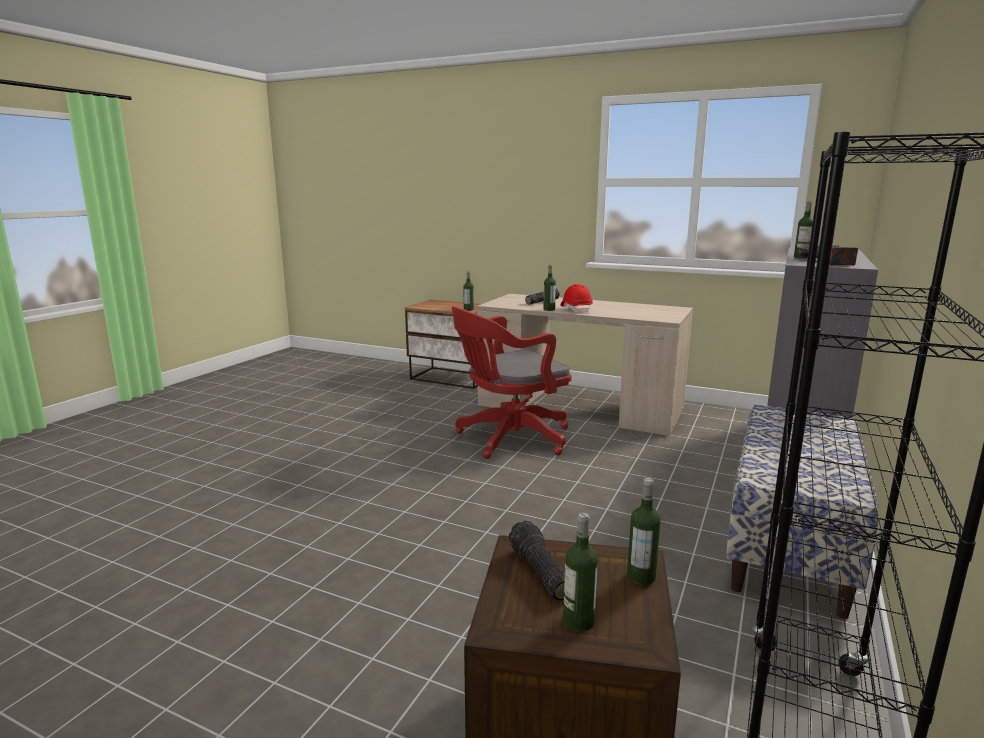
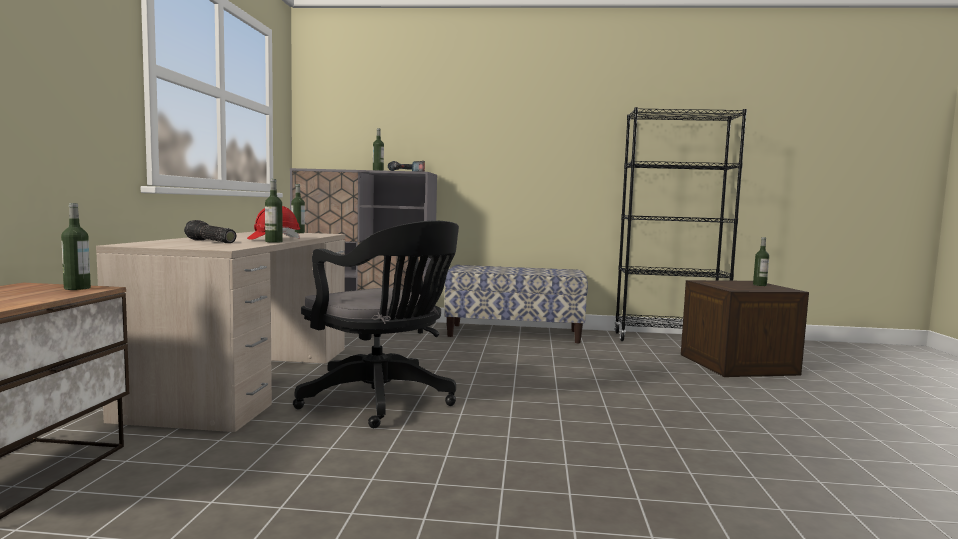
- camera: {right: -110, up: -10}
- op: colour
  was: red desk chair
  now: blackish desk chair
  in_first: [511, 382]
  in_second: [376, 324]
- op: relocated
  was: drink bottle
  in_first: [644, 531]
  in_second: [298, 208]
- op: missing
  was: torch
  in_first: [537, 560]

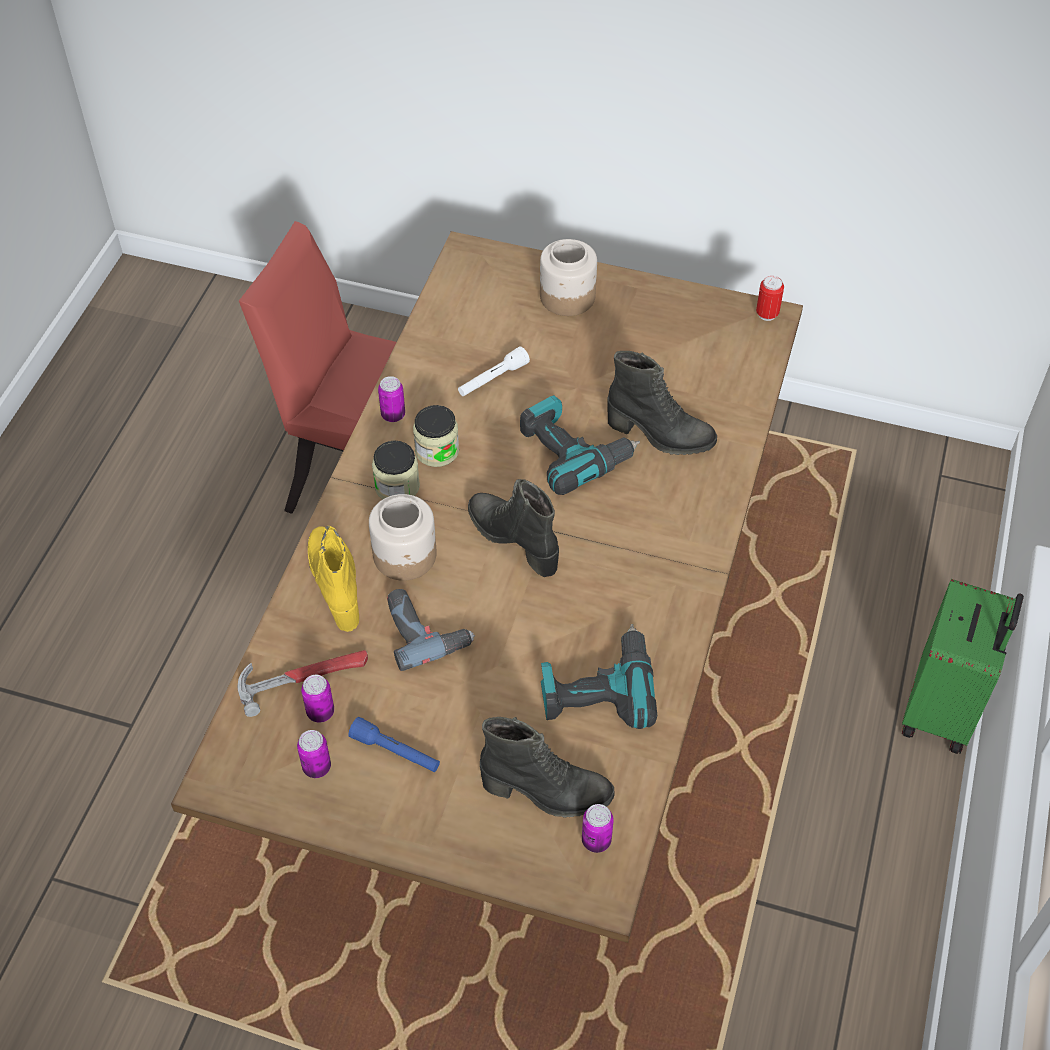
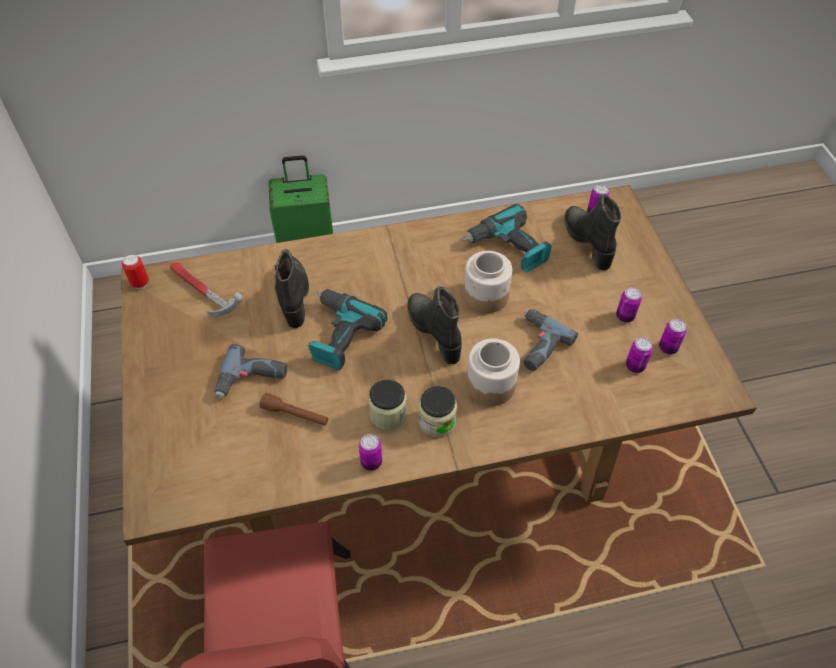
- camera: {right: -120, up: 0}
- op: relocated
  was: preserve jar
  in_first: [568, 277]
  in_second: [488, 282]
- op: colour
  was: whitish torch
  now: brownish torch
  in_first: [494, 371]
  in_second: [294, 409]
- op: spun
  was: blackish high-top boot
  in_first: [513, 528]
  in_second: [434, 325]
  clockwise: 135
- op: missing
  was: yellow-coloured high-top boot
  in_first: [333, 579]
- op: relocated
  was: tool hammer
  in_first: [303, 683]
  in_second: [206, 289]
- op: exchanged
  was: blue-coloured torch
  now: metal can
  in_first: [394, 744]
  in_second: [629, 304]
- op: appeared
  now: power drill
  in_second: [250, 371]

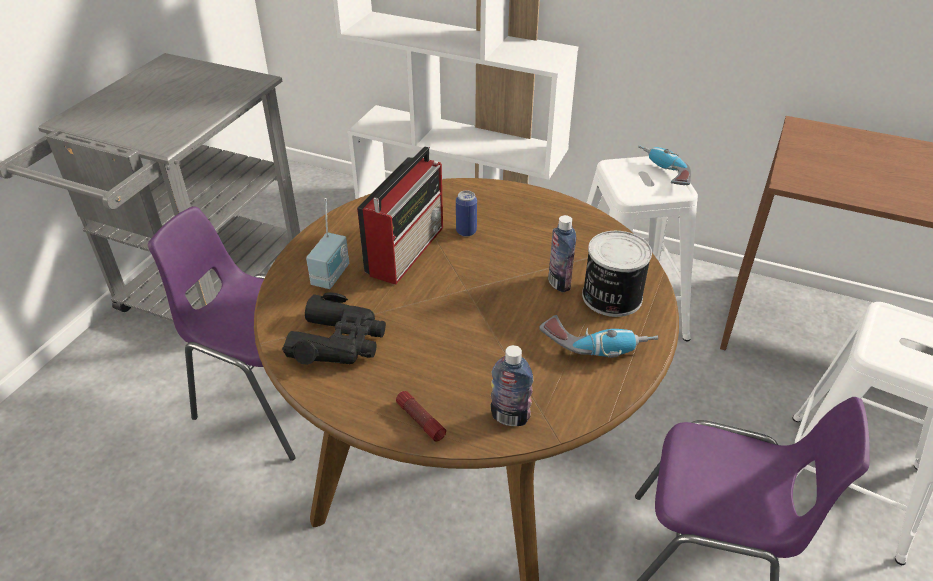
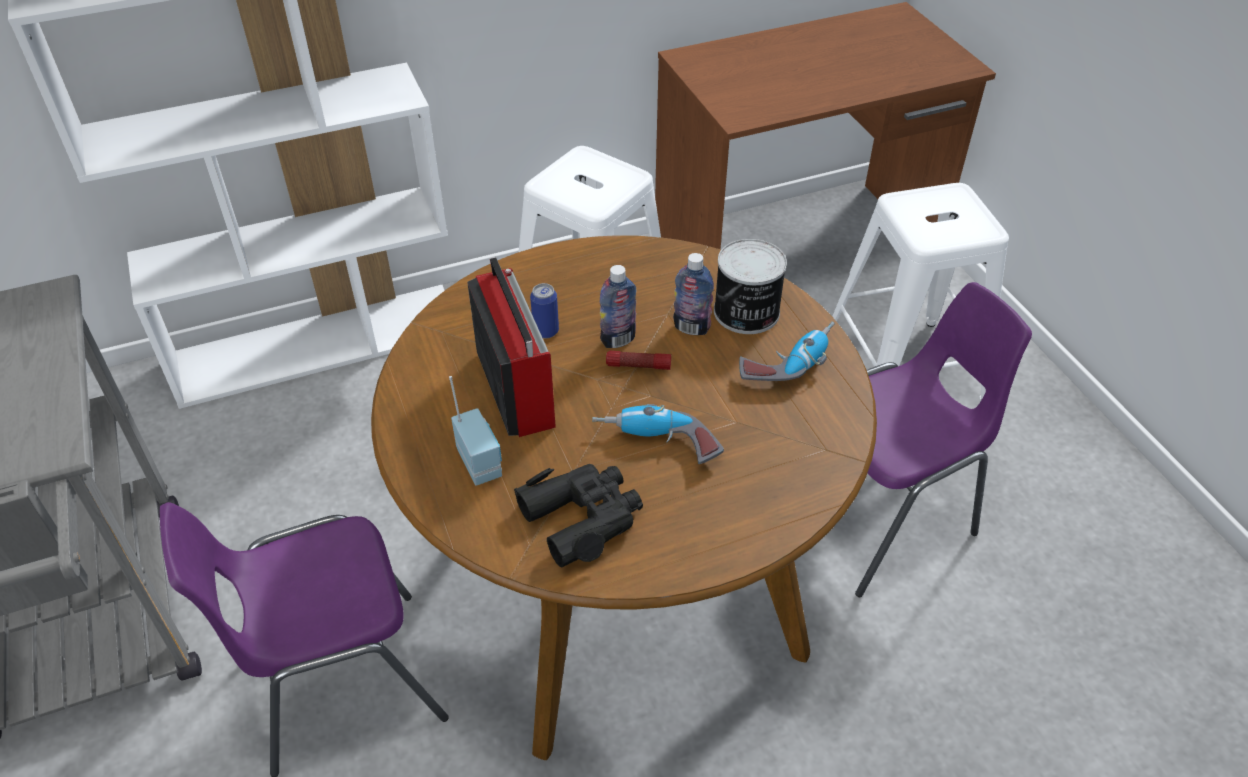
- camera: {right: -45, up: 5}
- op: relocated
  was: power drill
  in_first: [664, 165]
  in_second: [658, 434]
- op: relocated
  was: drink bottle
  in_first: [512, 385]
  in_second: [618, 306]
- op: relocated
  was: torch
  in_first: [421, 416]
  in_second: [638, 360]

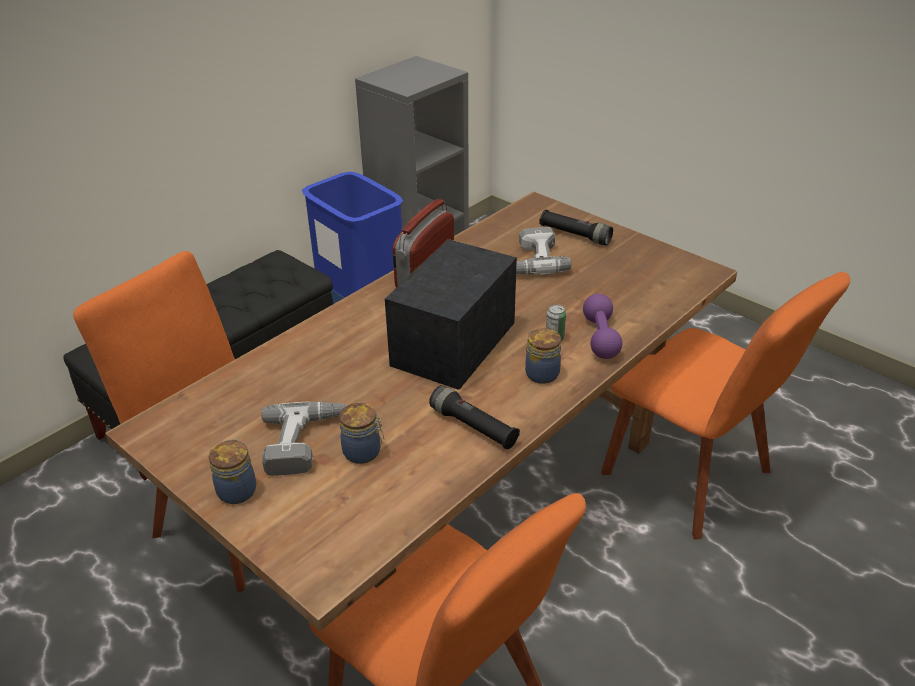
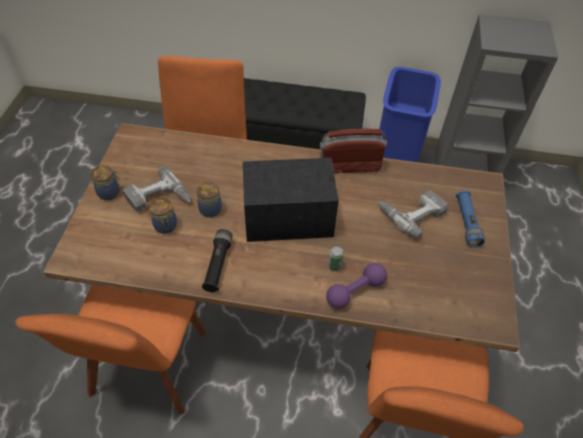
- camera: {right: 55, up: 15}
- op: colour
  was: blackish torch
  now: blue-coloured torch
  in_first: [576, 227]
  in_second: [470, 219]
- op: relocated
  was: preserve jar
  in_first: [543, 356]
  in_second: [209, 199]

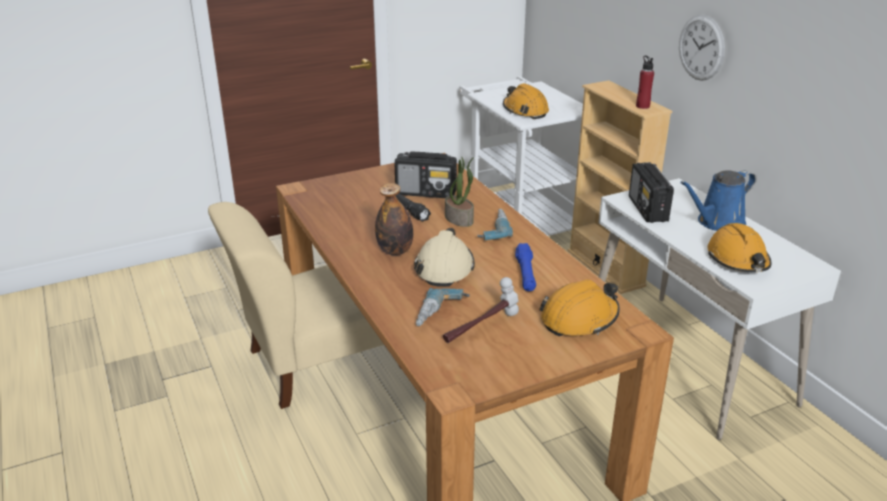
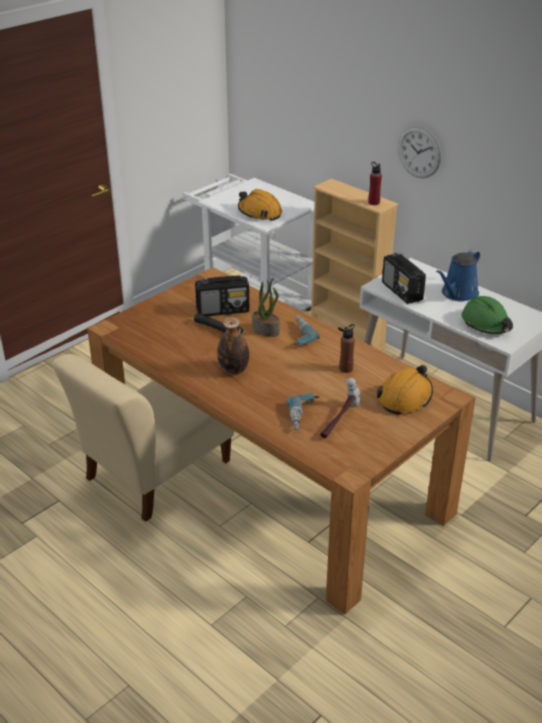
- camera: {right: -20, up: 5}
- op: colour
  was: orange hard hat
  now: greenish hard hat
  in_first: [739, 247]
  in_second: [487, 315]
- op: missing
  was: sand-coloured hard hat
  in_first: [444, 257]
- op: exchanged
  was: blue-coloured torch
  now: brownish drink bottle
  in_first: [525, 267]
  in_second: [347, 348]

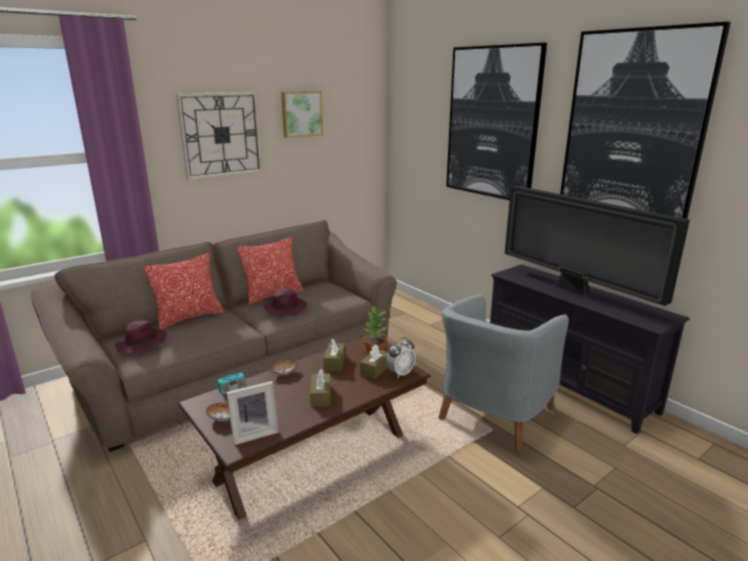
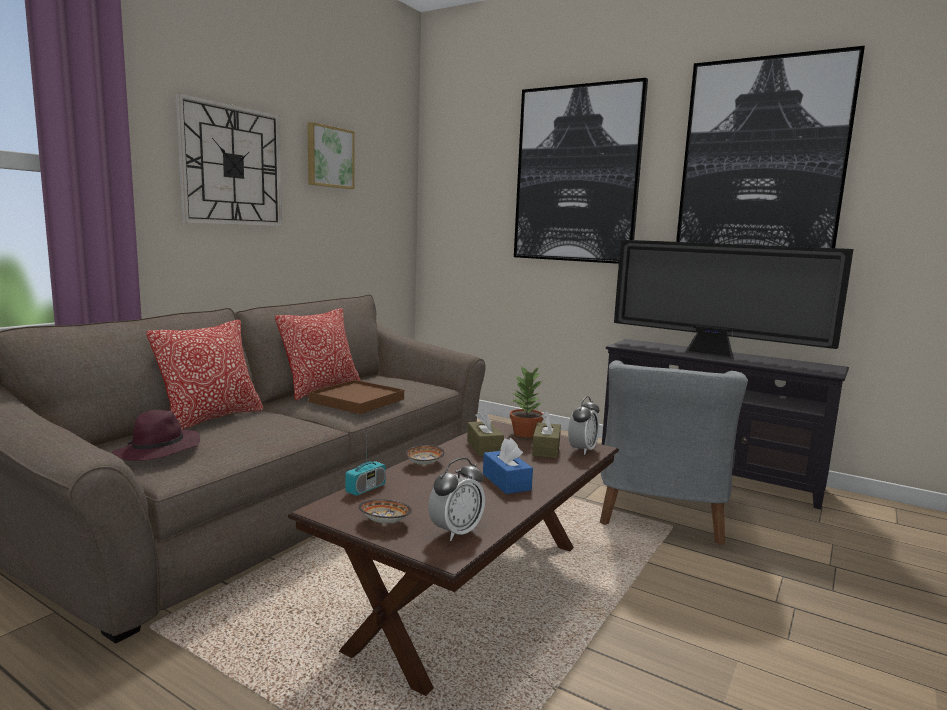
- camera: {right: -20, up: -10}
- op: exchanged
  was: purple hat
  now: brownish serving tray
  in_first: [285, 302]
  in_second: [356, 397]
- op: colour
  was: brownish box of tissues
  now: blue-coloured box of tissues
  in_first: [320, 388]
  in_second: [508, 466]
- op: exchanged
  was: standing frame
  now: alarm clock
  in_first: [252, 413]
  in_second: [456, 499]

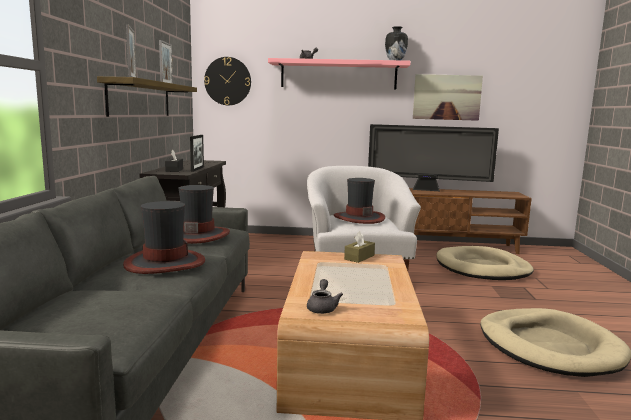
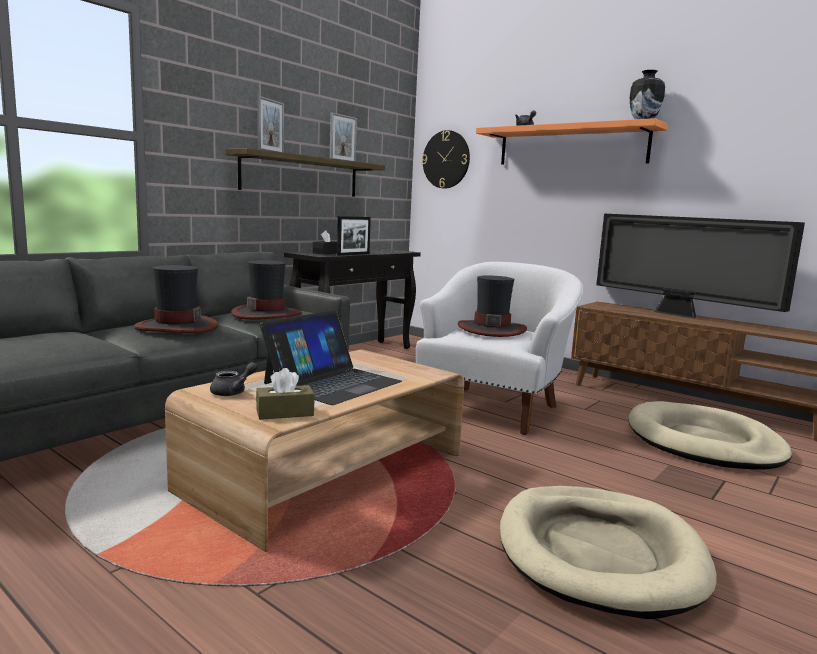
- camera: {right: 35, up: 0}
- op: colour
  was: pink wall shelf
  now: orange wall shelf
  in_first: [339, 74]
  in_second: [572, 141]
- op: missing
  was: wall picture
  in_first: [448, 97]
- op: relocated
  was: brownish box of tissues
  in_first: [359, 247]
  in_second: [285, 394]
- op: appeared
  now: portable computer
  in_second: [331, 357]

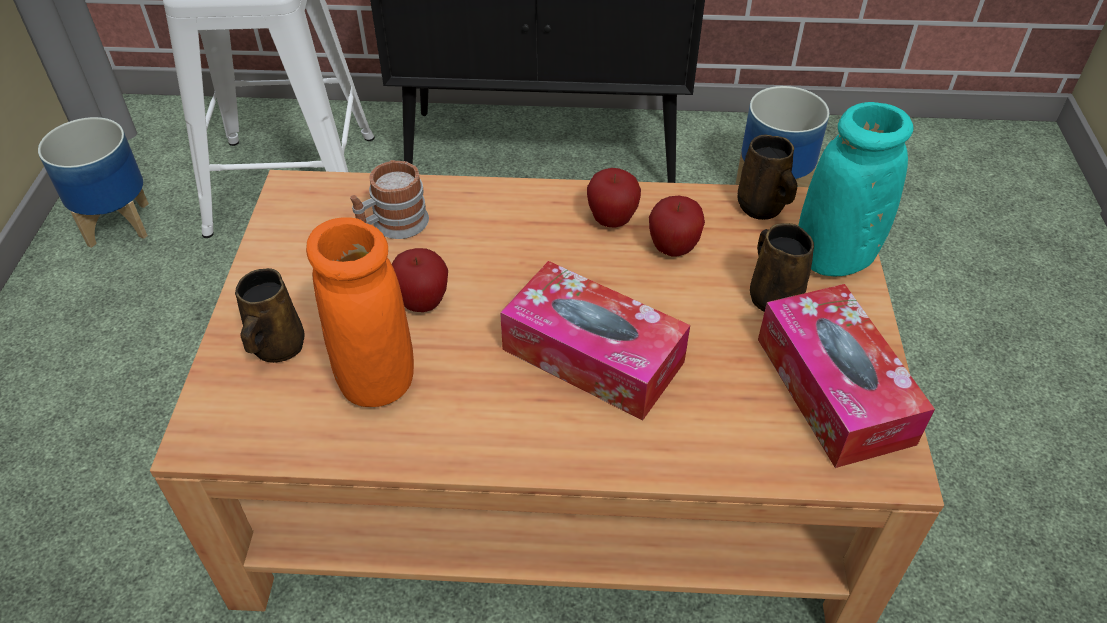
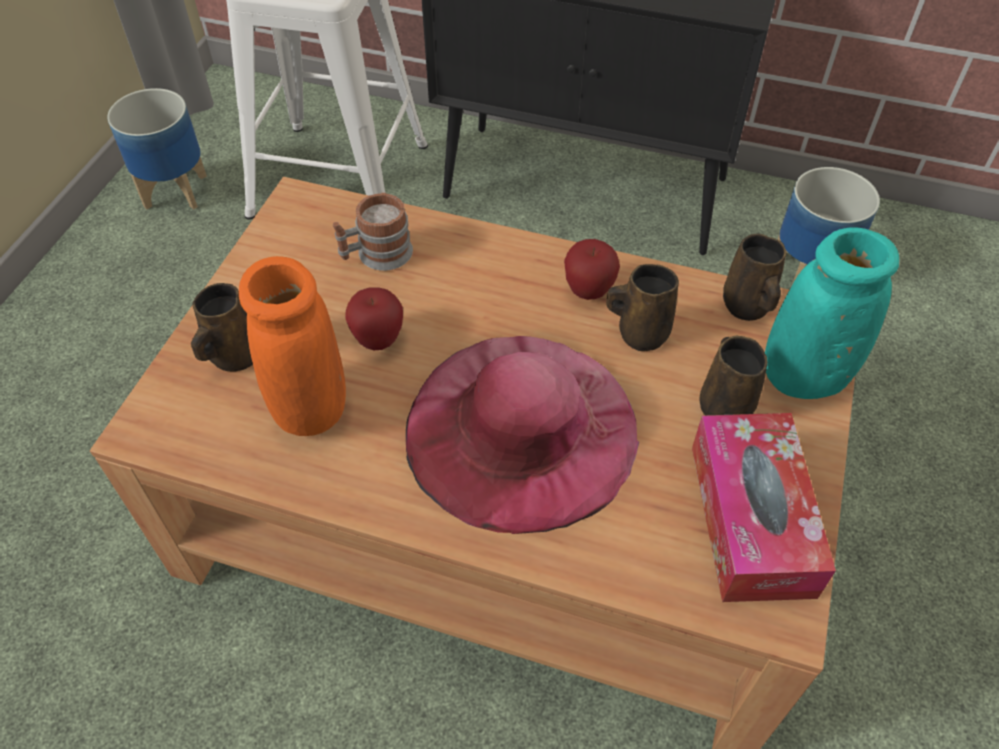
- camera: {right: 15, up: 5}
- op: exchanged
  was: whole apple
  now: brownish mug
  in_first: [677, 226]
  in_second: [642, 307]
- op: exchanged
  was: box of tissues
  now: pink hat
  in_first: [595, 340]
  in_second: [522, 435]

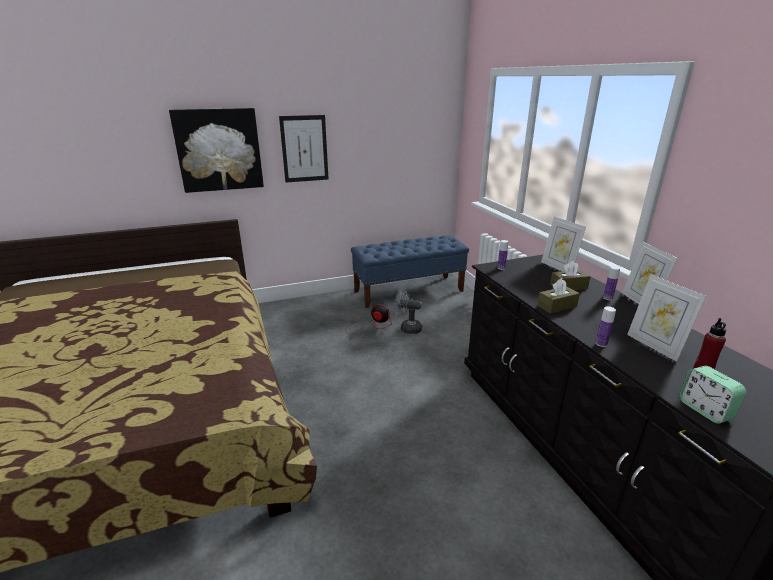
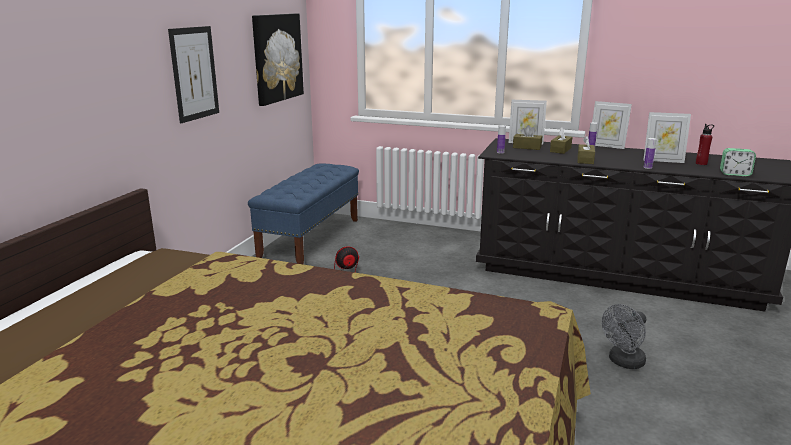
- camera: {right: -50, up: -5}
- op: relocated
  was: wall picture
  in_first: [216, 150]
  in_second: [278, 59]
- op: relocated
  was: greyish cooling fan
  in_first: [408, 311]
  in_second: [624, 336]
- op: appeared
  now: brownish box of tissues
  in_second: [527, 137]

